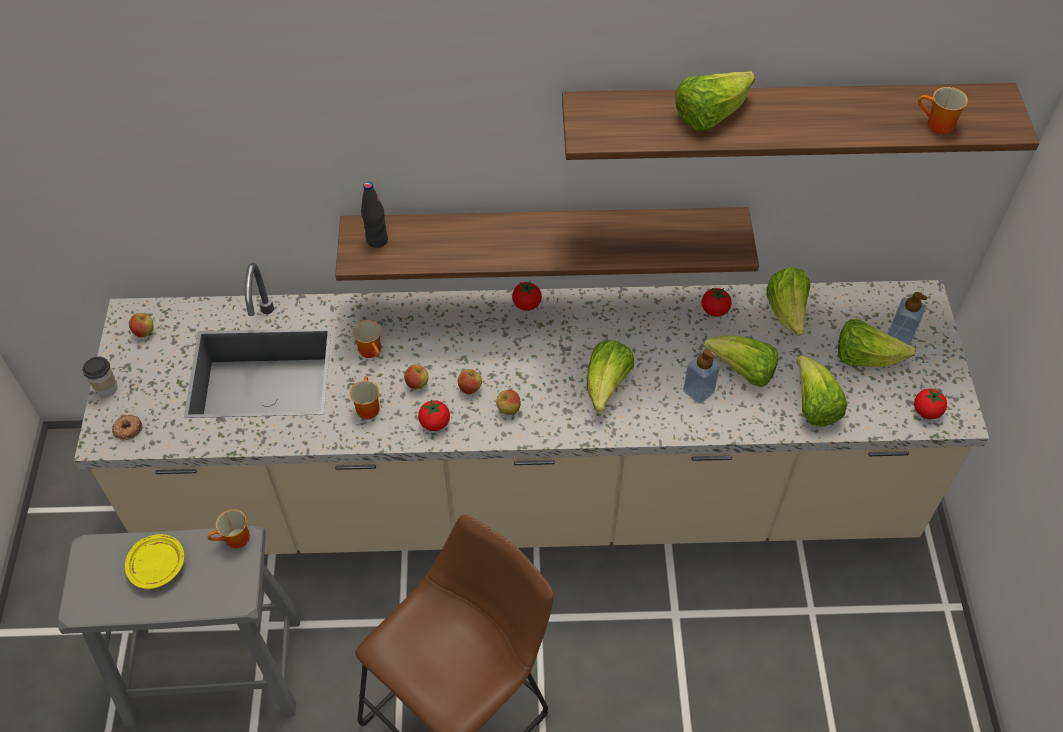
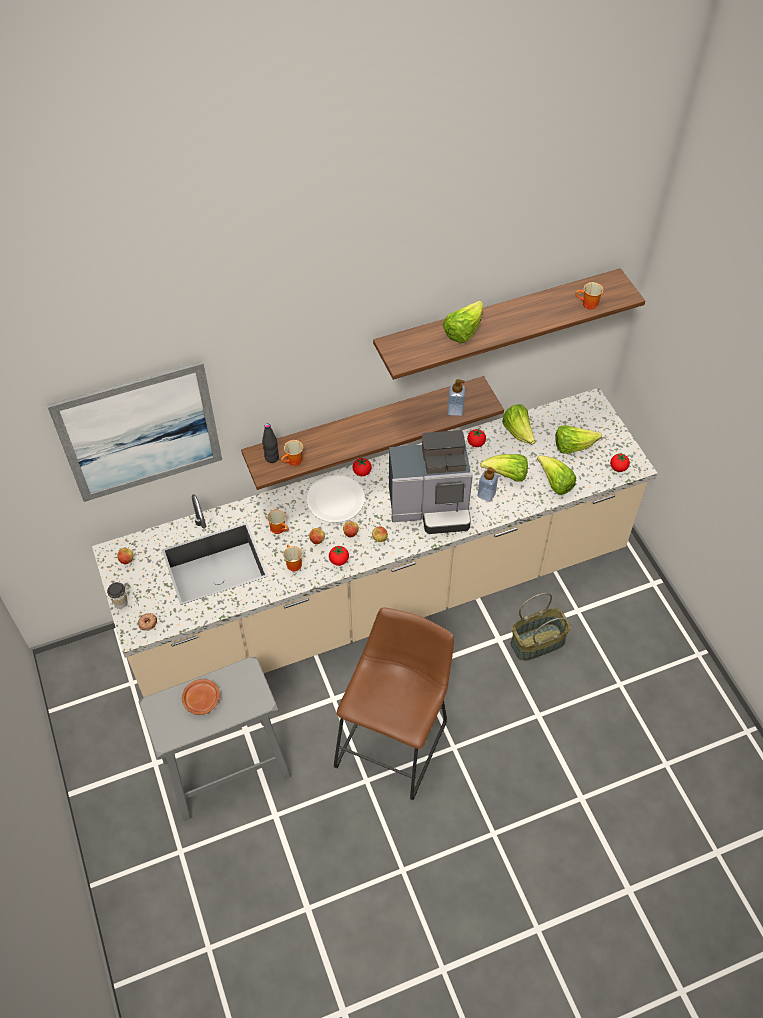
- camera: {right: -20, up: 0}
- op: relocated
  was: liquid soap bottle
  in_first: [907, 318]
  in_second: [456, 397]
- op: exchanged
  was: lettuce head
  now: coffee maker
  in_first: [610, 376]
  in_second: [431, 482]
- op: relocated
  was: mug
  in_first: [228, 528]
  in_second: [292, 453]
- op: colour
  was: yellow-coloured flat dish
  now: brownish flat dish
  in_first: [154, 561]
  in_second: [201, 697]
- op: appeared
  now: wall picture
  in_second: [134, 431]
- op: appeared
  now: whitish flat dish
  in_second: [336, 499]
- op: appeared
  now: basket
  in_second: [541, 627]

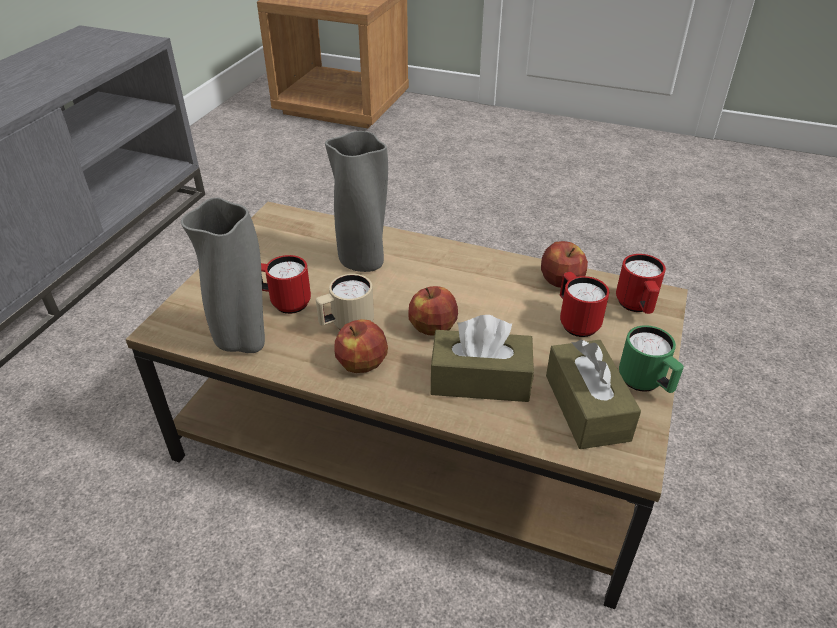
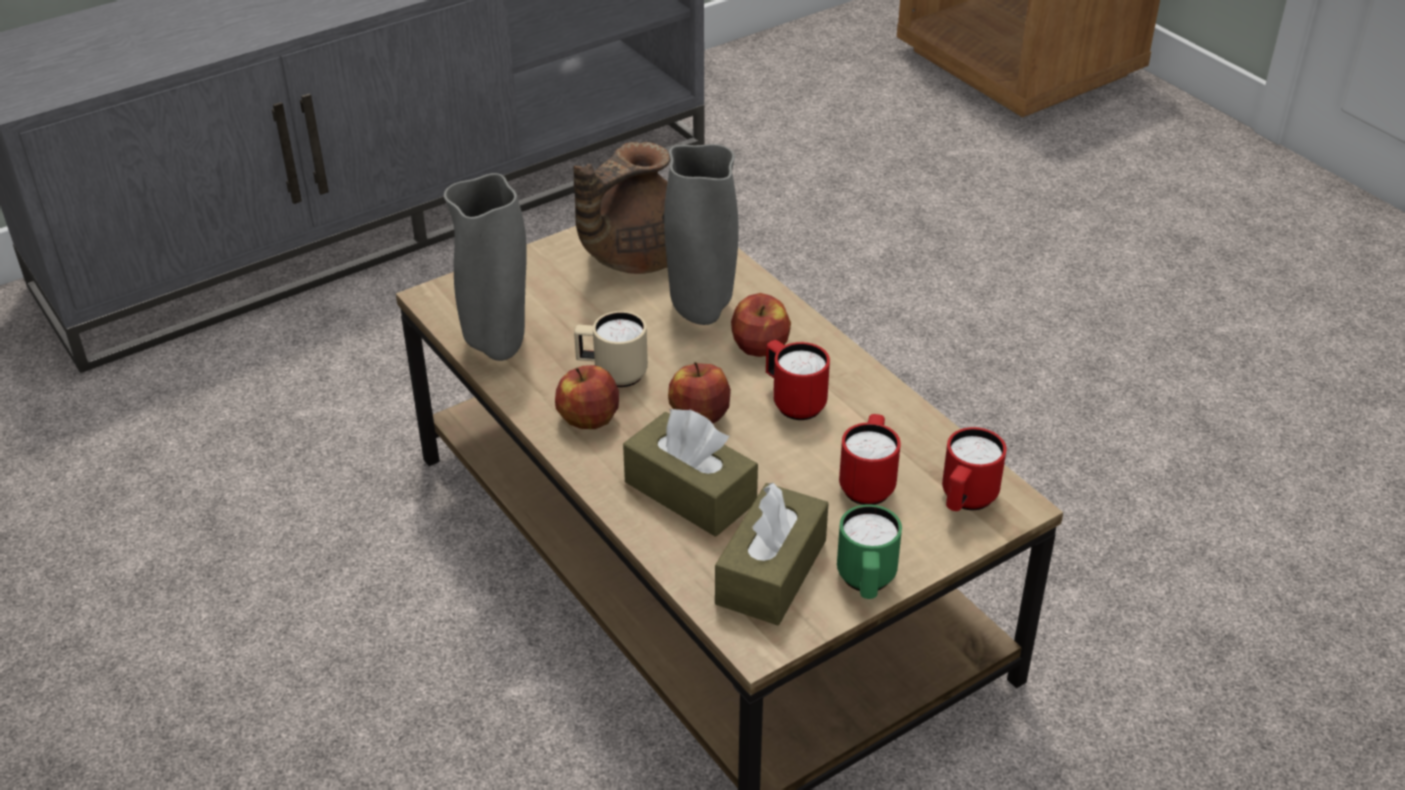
- camera: {right: 35, up: 0}
- op: relocated
  was: whole apple
  in_first: [564, 264]
  in_second: [761, 325]
- op: relocated
  was: red mug
  in_first: [286, 284]
  in_second: [798, 380]
- op: appeared
  now: brownish pot for tea
  in_second: [621, 208]

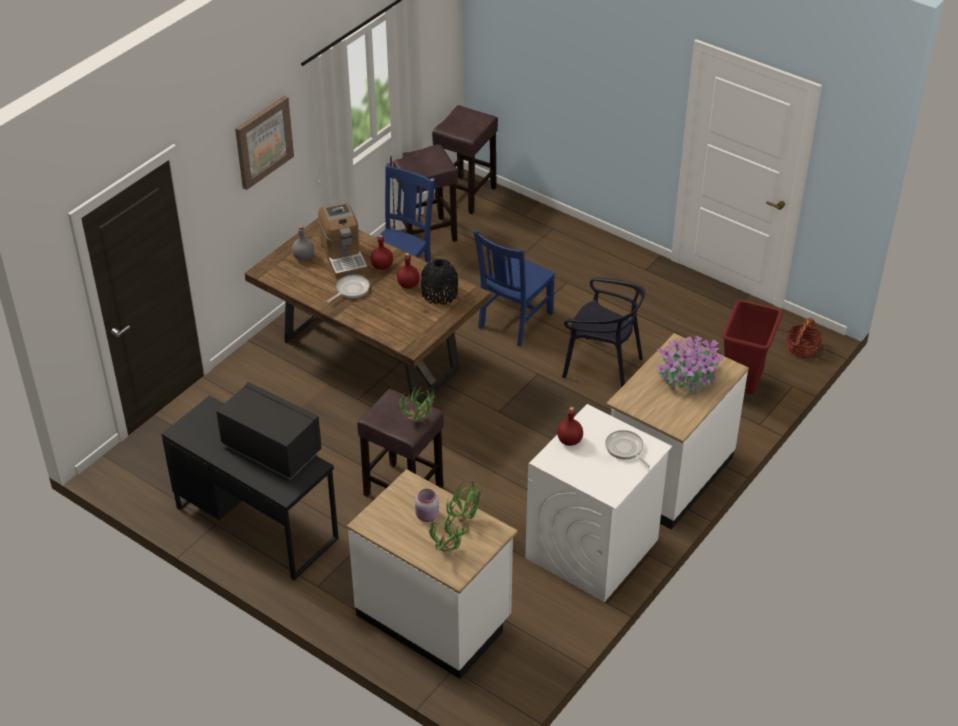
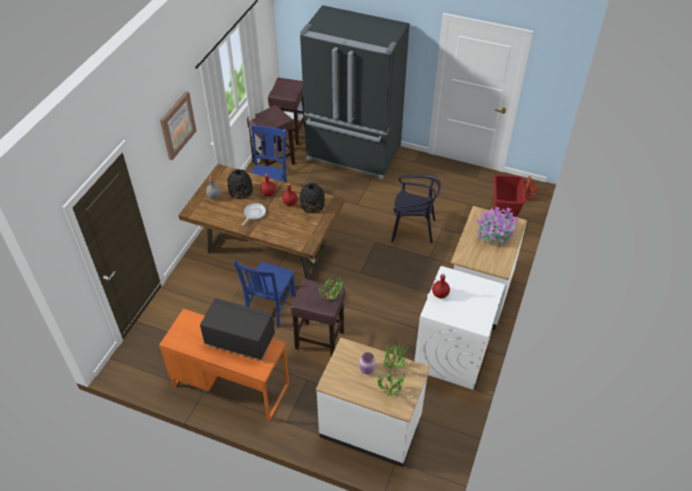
- camera: {right: -15, up: 5}
- op: exchanged
  was: coffee maker
  now: blackish flower vase
  in_first: [343, 239]
  in_second: [240, 184]
- op: relocated
  was: blue-coloured plain chair
  in_first: [514, 288]
  in_second: [264, 294]
- op: colour
  was: blackish desk unit
  now: orange desk unit
  in_first: [250, 487]
  in_second: [224, 365]
- op: missing
  was: frying pan
  in_first: [627, 449]
- op: appeared
  now: blackish fridge
  in_second: [354, 92]

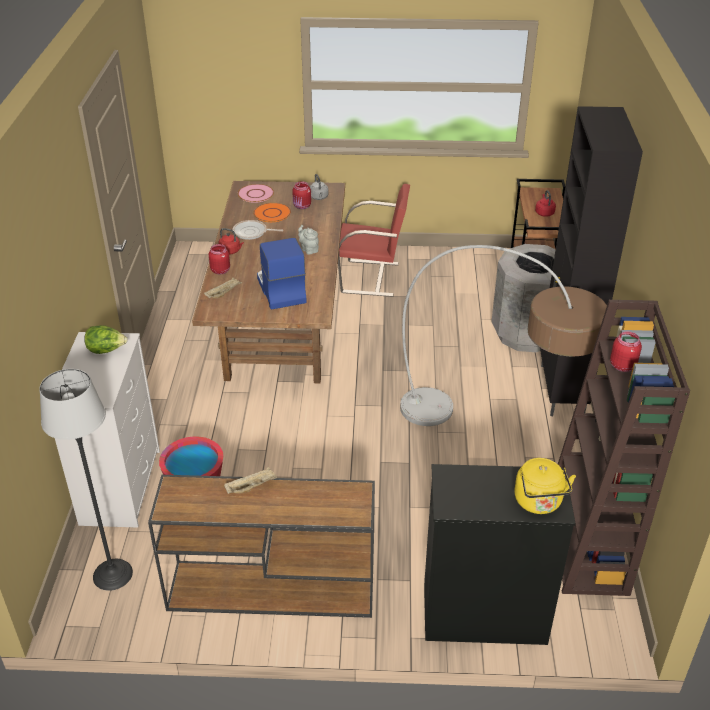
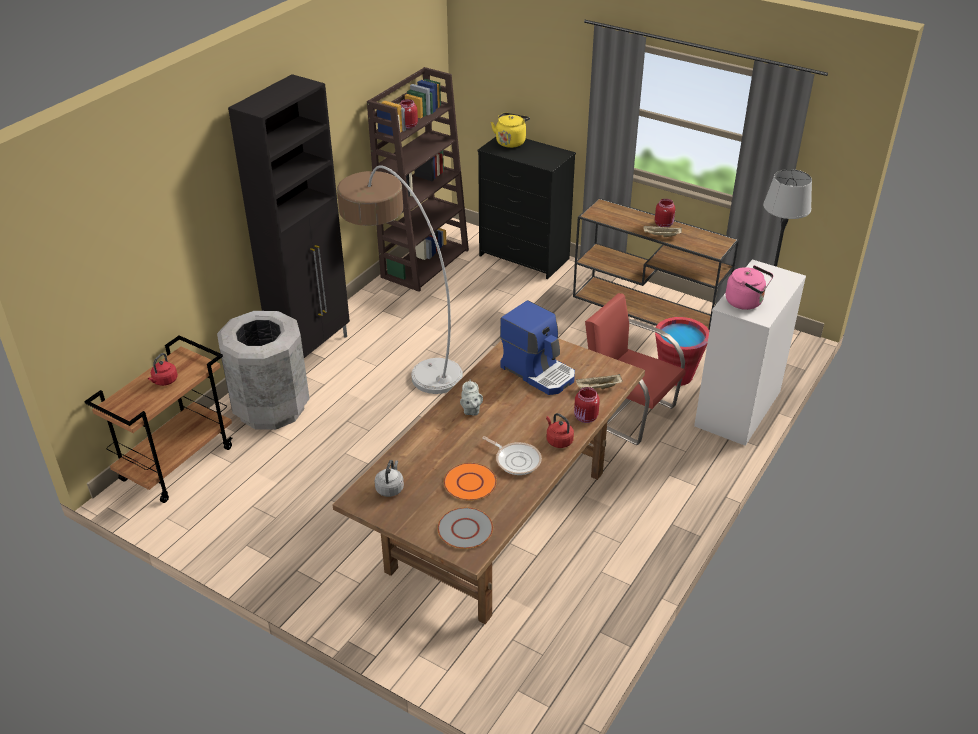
- camera: {right: -150, up: 0}
- op: relocated
  was: red preserve jar
  in_first: [301, 195]
  in_second: [665, 213]
- op: colour
  was: pink flat dish
  now: greyish flat dish
  in_first: [256, 193]
  in_second: [465, 528]
- op: relocated
  was: red plain chair
  in_first: [374, 240]
  in_second: [635, 369]
- op: spun
  was: coffee maker
  in_first: [282, 274]
  in_second: [537, 347]
  clockwise: -60
- op: exchanged
  was: lettuce head
  now: pink water kettle
  in_first: [106, 339]
  in_second: [749, 287]

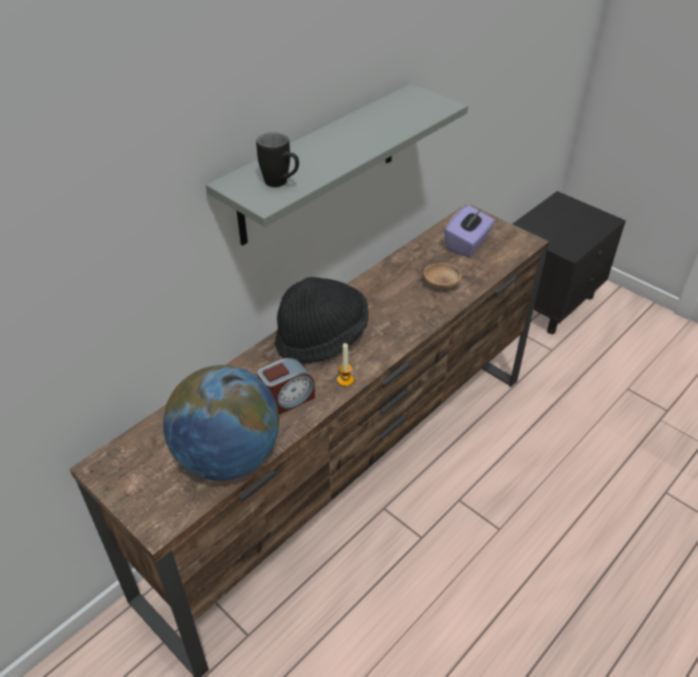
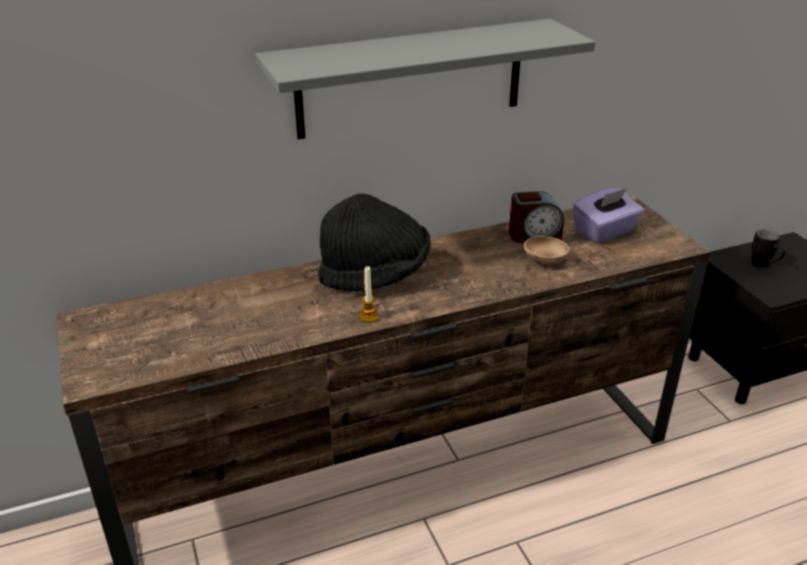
- camera: {right: 25, up: -10}
- op: relocated
  was: blackish mug
  in_first: [277, 159]
  in_second: [768, 248]
- op: relocated
  was: alarm clock
  in_first: [286, 386]
  in_second: [536, 217]
- op: missing
  was: desk globe
  in_first: [221, 422]

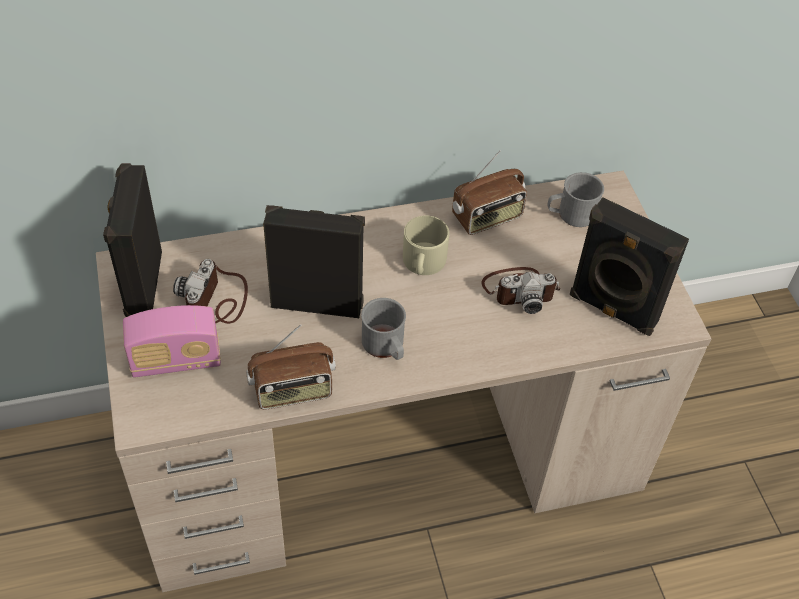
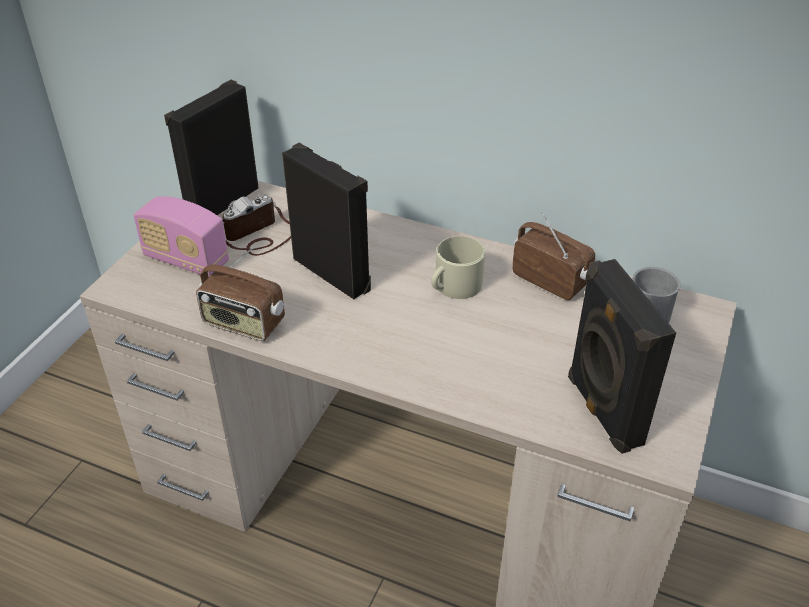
- camera: {right: 40, up: -10}
- op: spun
  was: radio receiver
  in_first: [489, 192]
  in_second: [553, 255]
  clockwise: -150
- op: missing
  was: still camera
  in_first: [520, 290]
- op: missing
  was: greyish mug
  in_first: [383, 329]

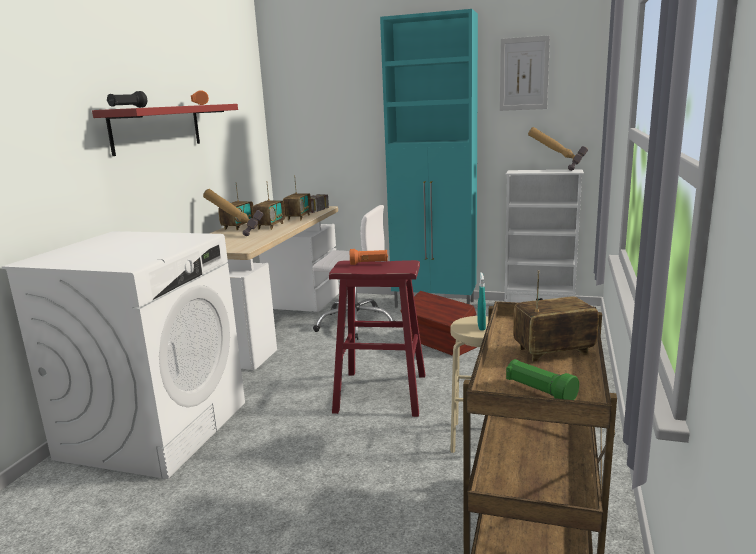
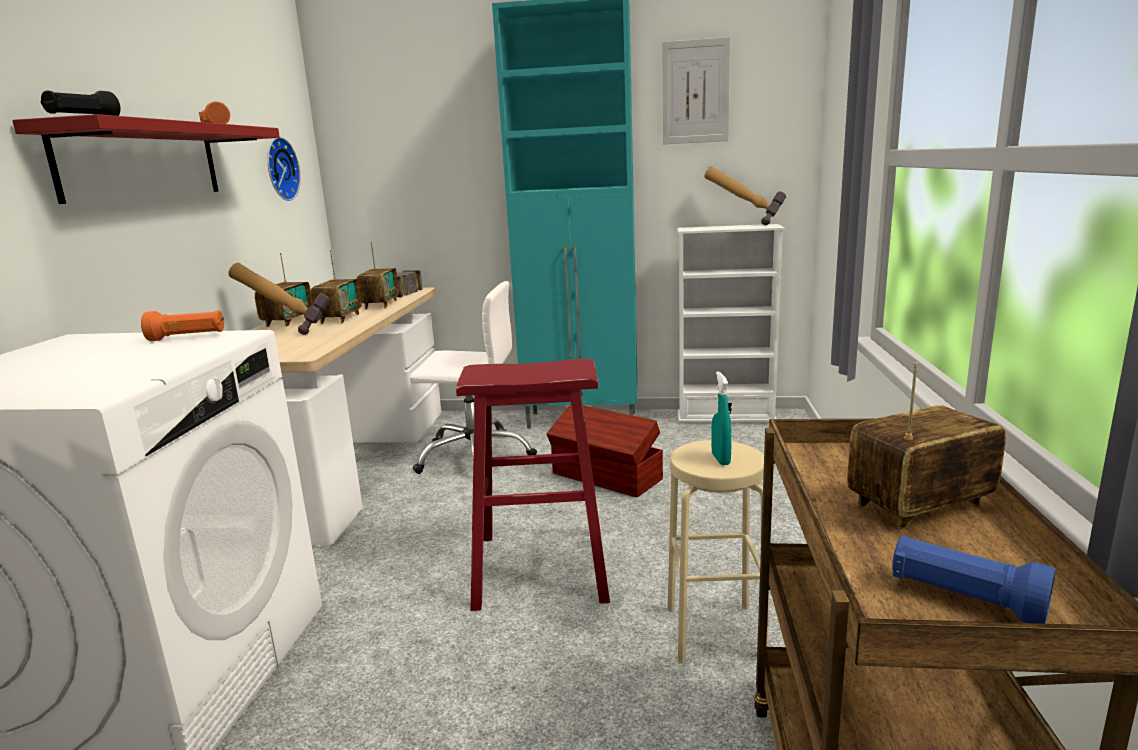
- camera: {right: -10, up: 0}
- op: relocated
  was: orange torch
  in_first: [369, 257]
  in_second: [182, 325]
- op: colour
  was: greenish torch
  now: blue-coloured torch
  in_first: [542, 379]
  in_second: [974, 580]
- op: appeared
  now: clock on the wall
  in_second: [284, 169]

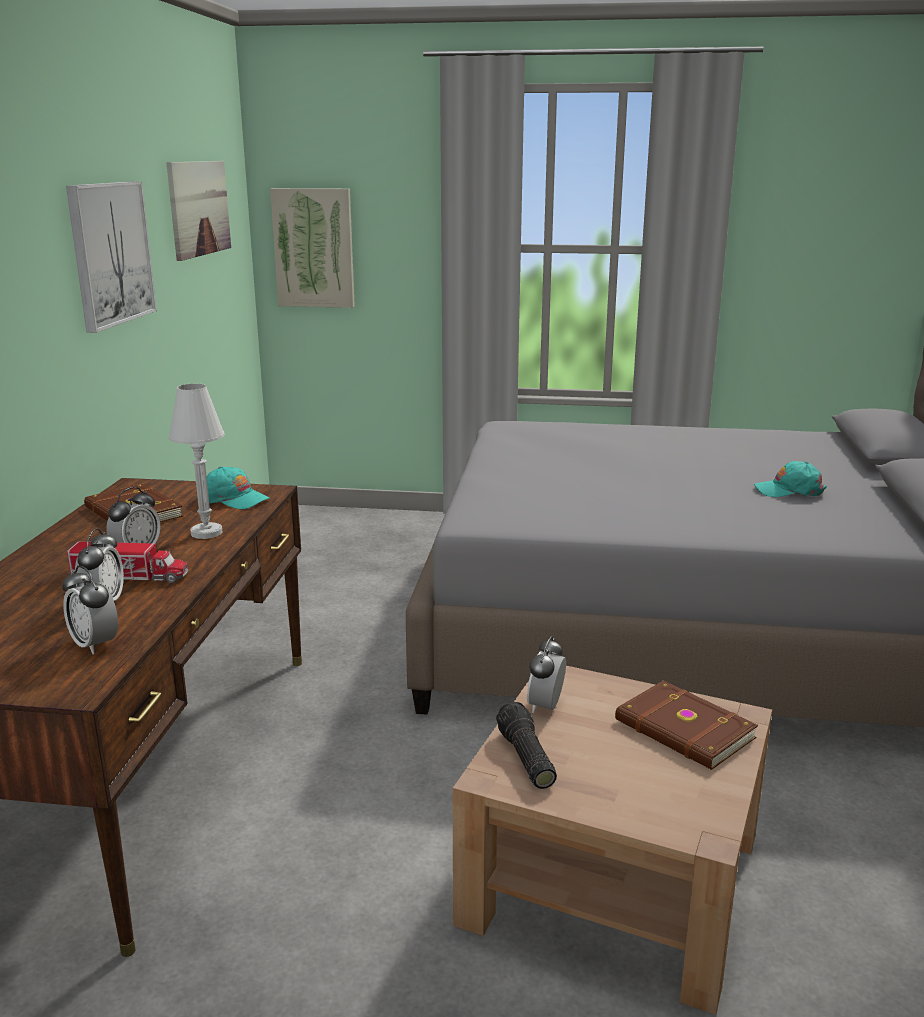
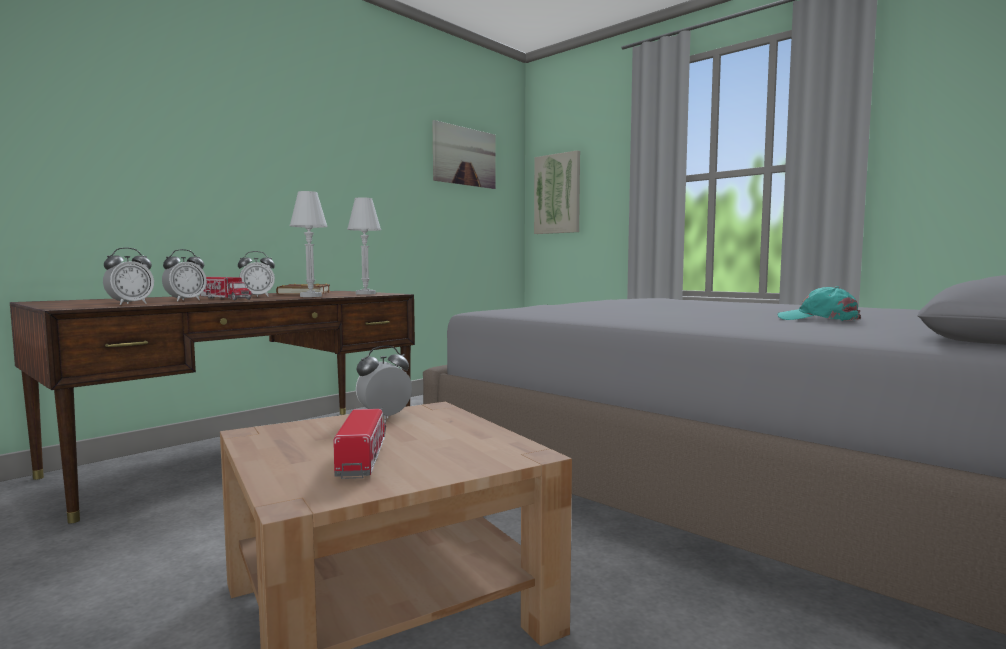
- camera: {right: 35, up: -15}
- op: missing
  was: wall picture
  in_first: [111, 257]
- op: exchanged
  was: turquoise-coloured cap
  now: whitish table lamp
  in_first: [238, 487]
  in_second: [364, 246]
- op: spun
  was: alarm clock
  in_first: [90, 610]
  in_second: [128, 276]
  clockwise: -135
- op: missing
  was: brownish bound book
  in_first: [686, 725]
- op: missing
  was: torch
  in_first: [526, 745]
- op: appeared
  now: toy lorry
  in_second: [359, 443]

